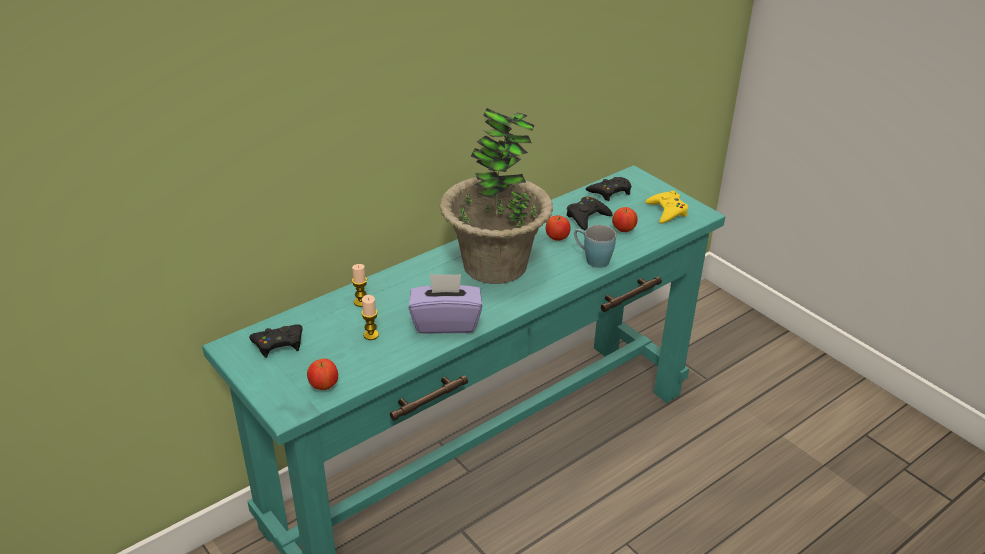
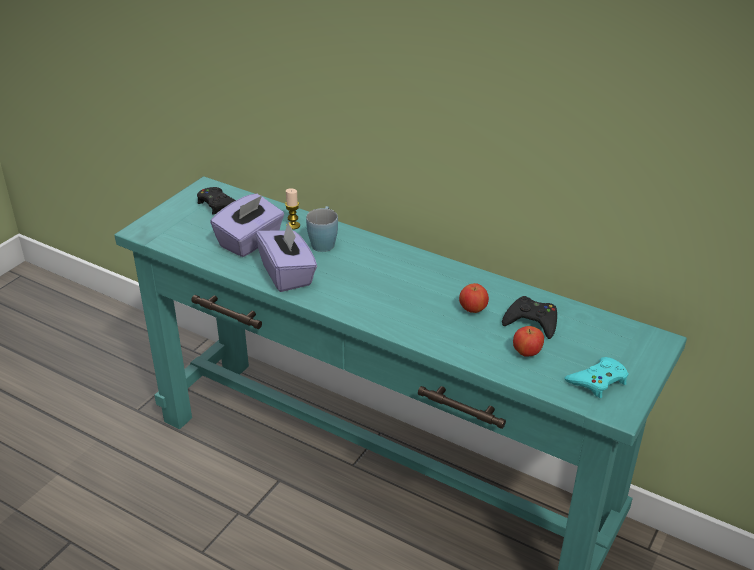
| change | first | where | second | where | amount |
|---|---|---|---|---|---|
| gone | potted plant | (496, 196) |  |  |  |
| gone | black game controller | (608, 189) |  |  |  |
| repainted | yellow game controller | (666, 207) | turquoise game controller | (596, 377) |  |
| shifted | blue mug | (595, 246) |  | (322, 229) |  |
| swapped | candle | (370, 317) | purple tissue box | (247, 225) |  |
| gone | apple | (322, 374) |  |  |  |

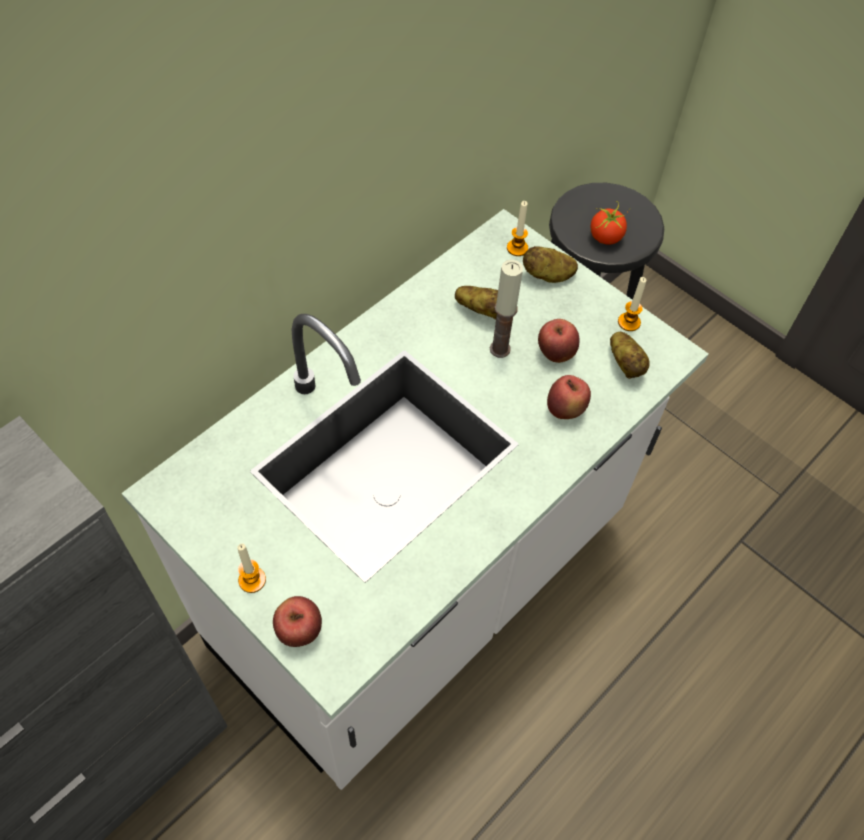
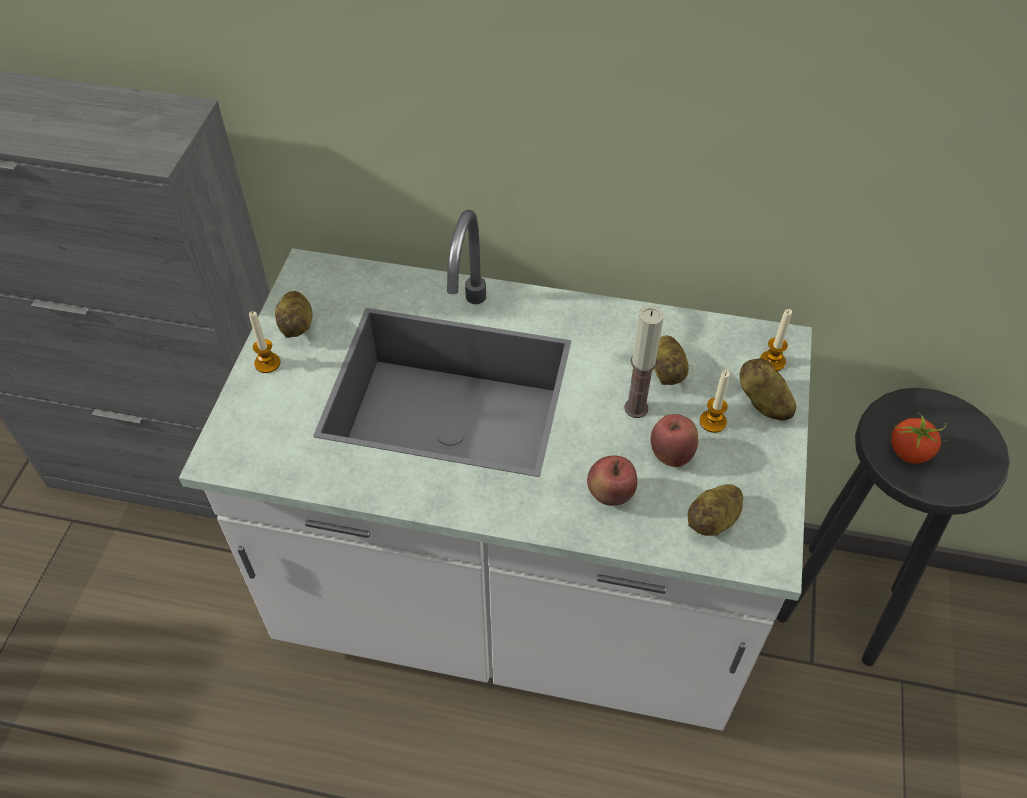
| change | first | where | second | where | amount |
|---|---|---|---|---|---|
| shifted | candle | (632, 304) |  | (715, 401) |  |
| gone | apple | (297, 621) |  |  |  |
| new |  |  | potato | (294, 314) |  |

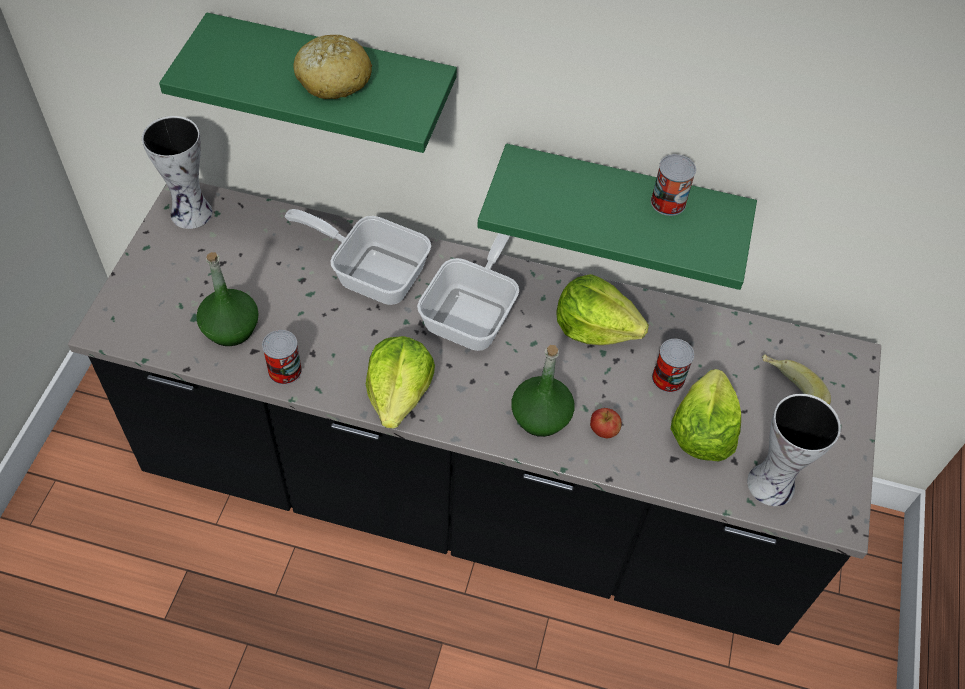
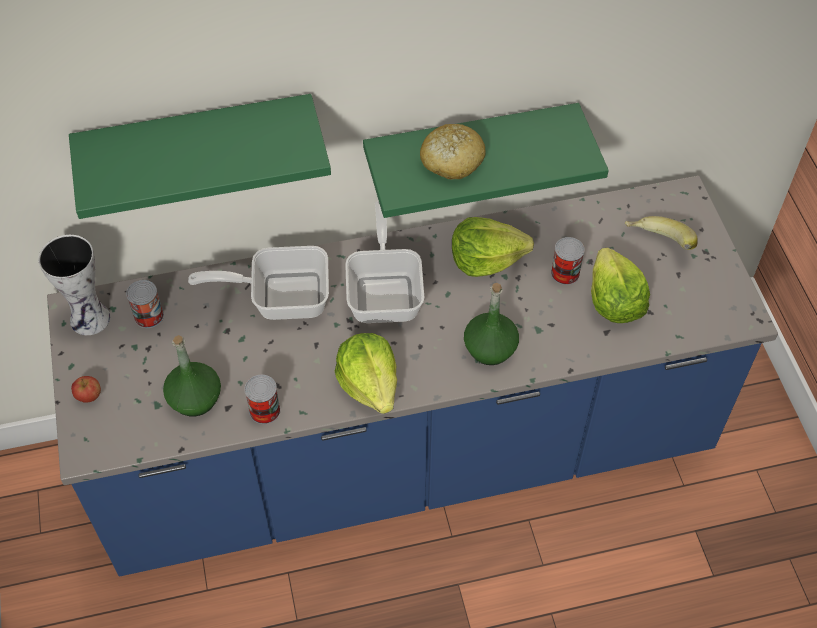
| change | first | where | second | where | amount |
|---|---|---|---|---|---|
| shifted | bread | (332, 67) |  | (453, 151) |  |
| shifted | can | (673, 185) |  | (145, 304) |  |
| repainted | black counter | (474, 413) | blue counter | (412, 375) |  |
| gone | vase | (794, 450) |  |  |  |
| shifted | apple | (606, 423) |  | (86, 389) |  |

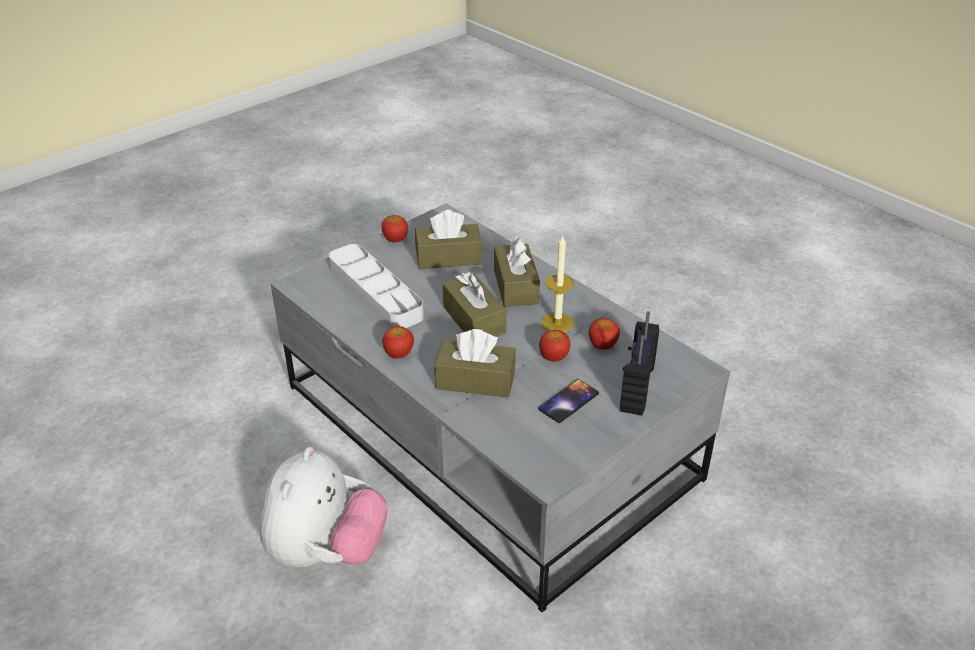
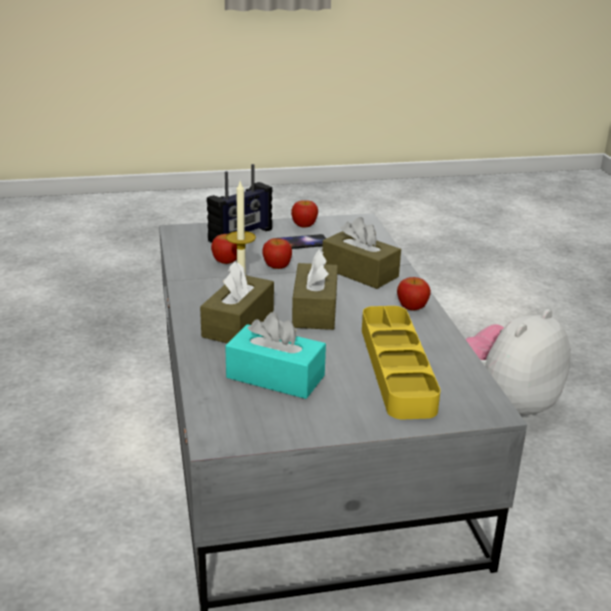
| change | first | where | second | where | amount |
|---|---|---|---|---|---|
| repainted | brown tissue box | (448, 239) | turquoise tissue box | (275, 355) |  |
| shifted | apple | (394, 228) |  | (304, 214) |  |
| repainted | grey tray | (376, 286) | yellow tray | (401, 363) |  |

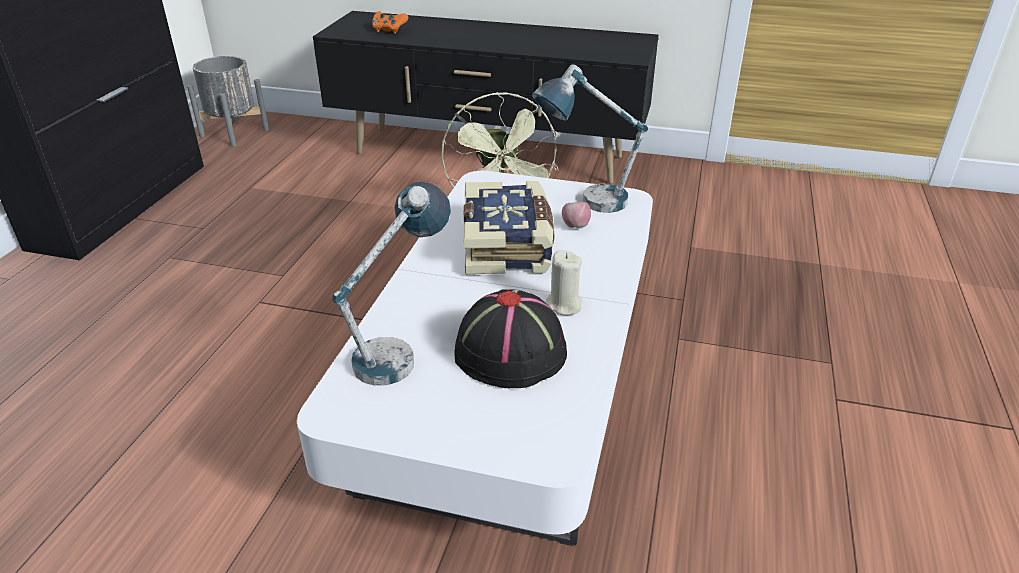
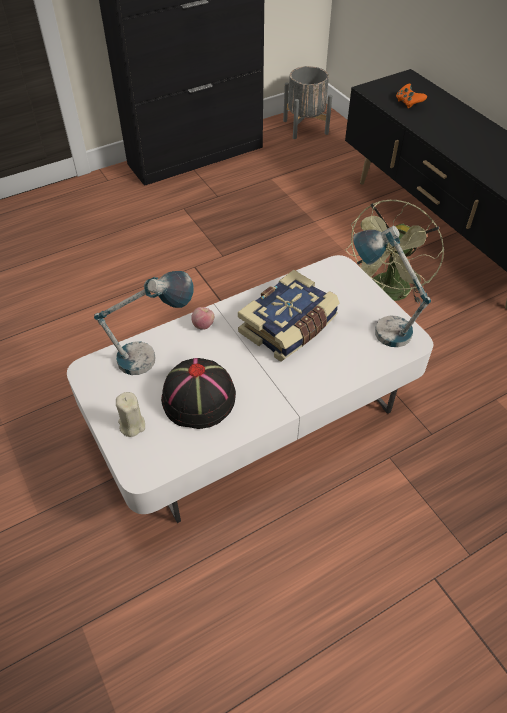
| change | first | where | second | where | amount |
|---|---|---|---|---|---|
| shifted | apple | (576, 214) |  | (202, 318) |  |
| shifted | beige candle | (564, 282) |  | (130, 414) |  |

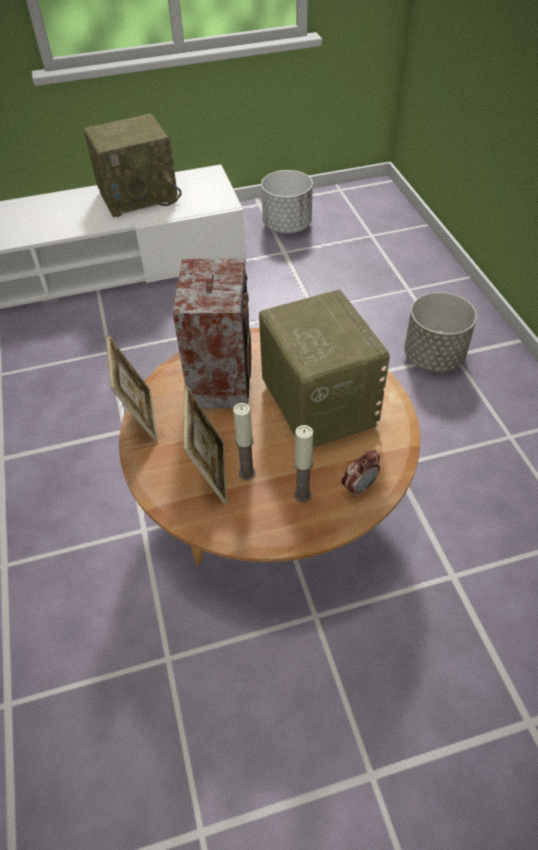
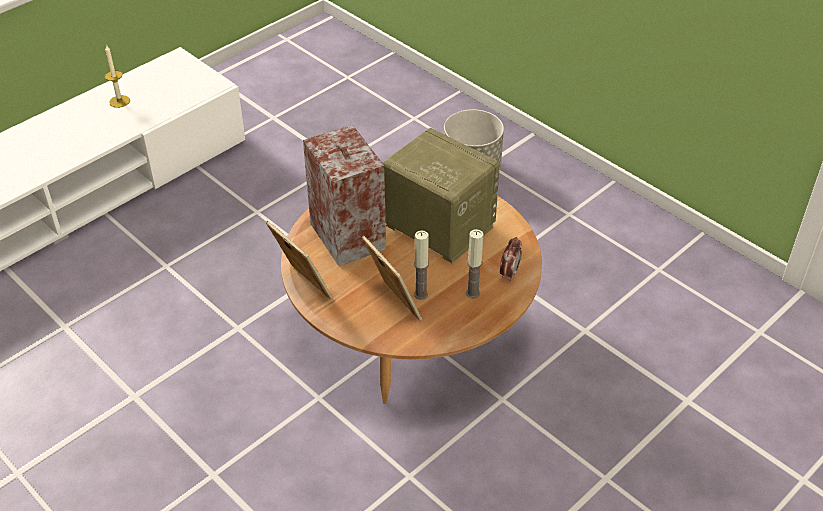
| change | first | where | second | where | amount |
|---|---|---|---|---|---|
| swapped | radio | (132, 166) | candle | (117, 76) |  |
| gone | white planter | (287, 201) |  |  |  |

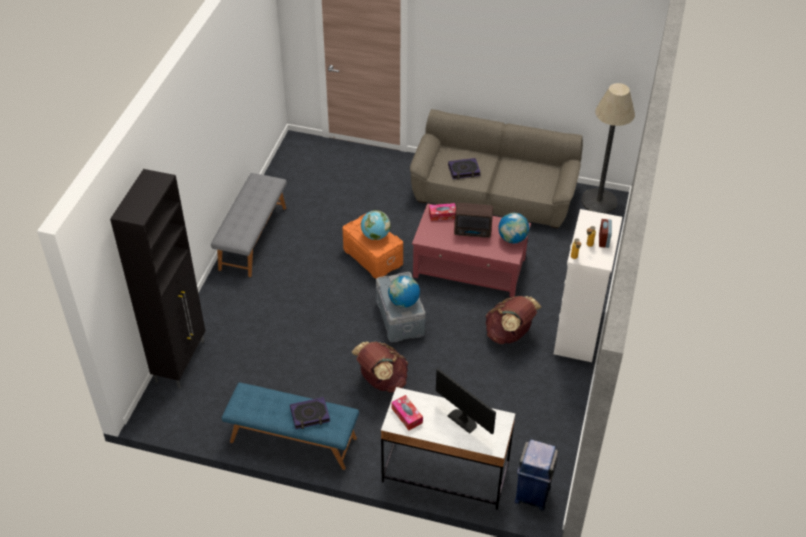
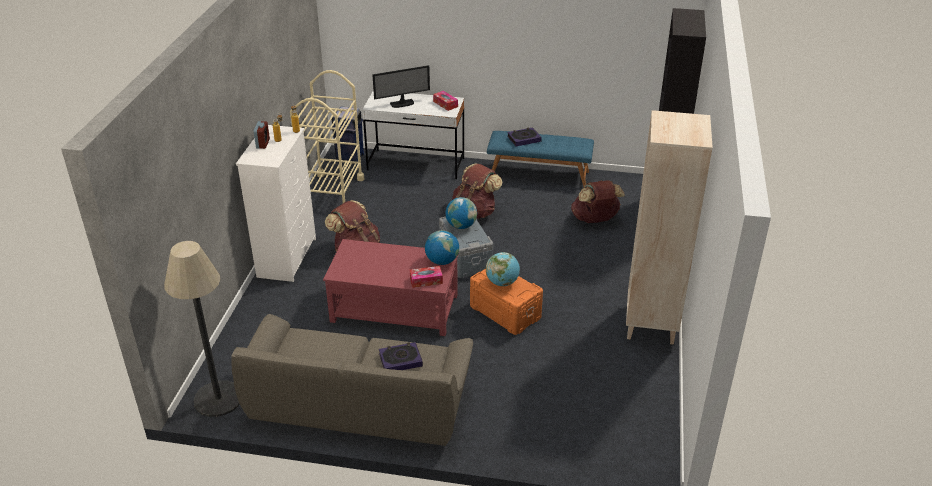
| change | first | where | second | where | amount |
|---|---|---|---|---|---|
| swapped | grey bench | (249, 225) | beige bookcase | (669, 227) |  |
| gone | radio | (473, 220) |  |  |  |
| shifted | globe | (513, 228) |  | (442, 247) |  |
| rotated | monitor | (466, 401) |  | (401, 86) | 60 degrees counterclockwise |
| new |  |  | beige cart | (327, 137) |  |
| new |  |  | brown backpack | (598, 201) |  |

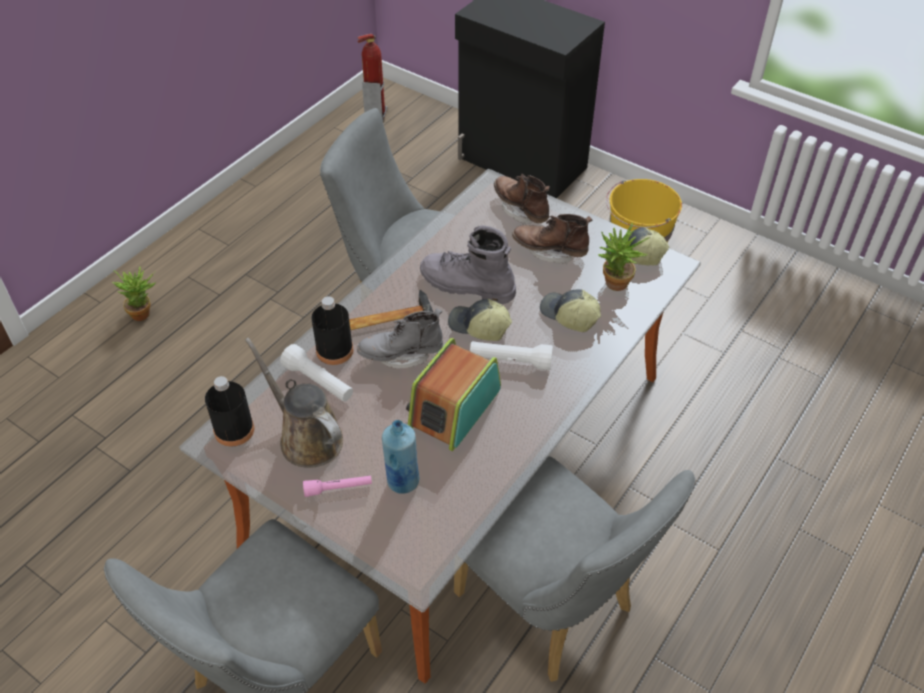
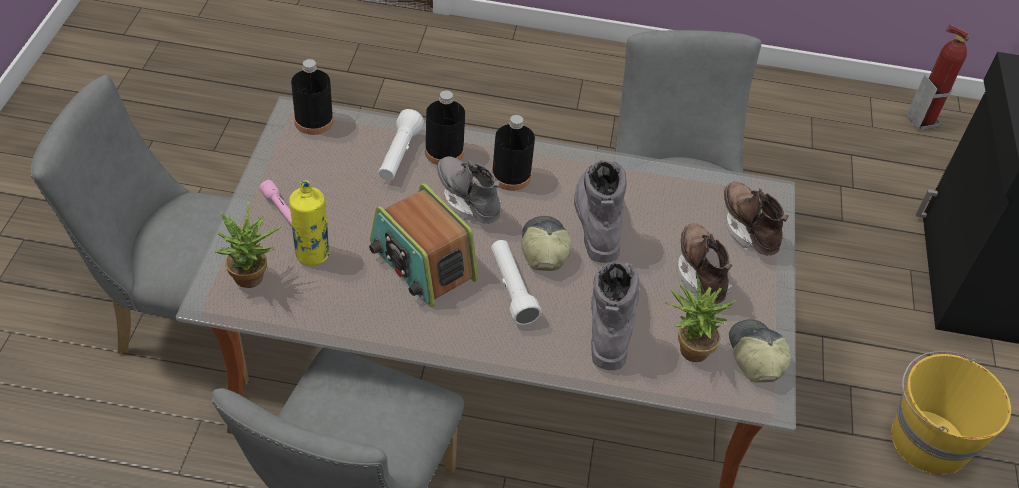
| change | first | where | second | where | amount |
|---|---|---|---|---|---|
| rotated | brown boot | (522, 199) |  | (756, 218) | 45 degrees counterclockwise |
| shifted | potted plant | (134, 293) |  | (248, 244) |  |
| swapped | cap | (570, 310) | grey boot | (615, 315) |  |
| swapped | hammer | (391, 310) | black bottle | (513, 153) |  |
| gone | brown watering can | (294, 402) |  |  |  |
| rotated | radio | (453, 394) |  | (423, 245) | 135 degrees counterclockwise |
| repainted | blue bottle | (400, 457) | yellow bottle | (309, 222) |  |

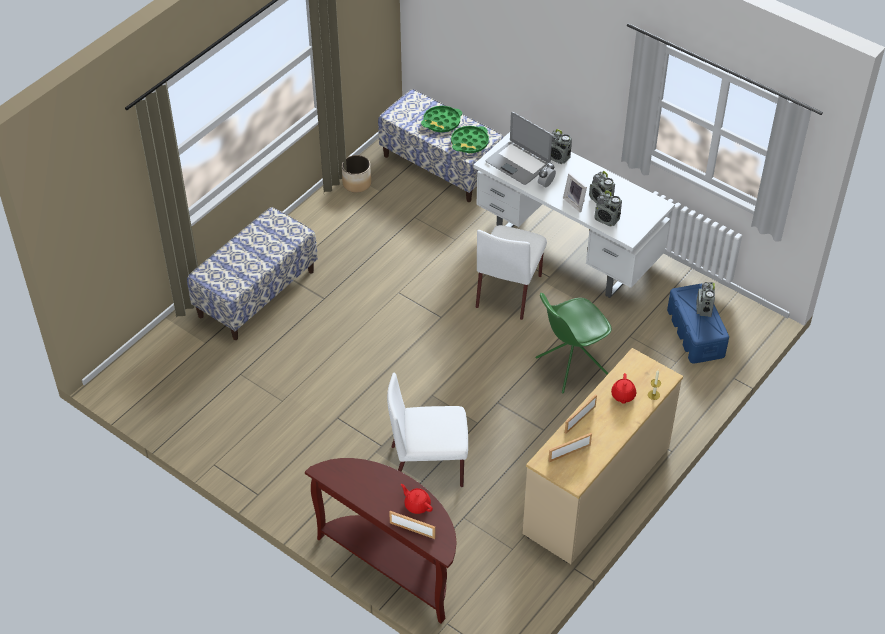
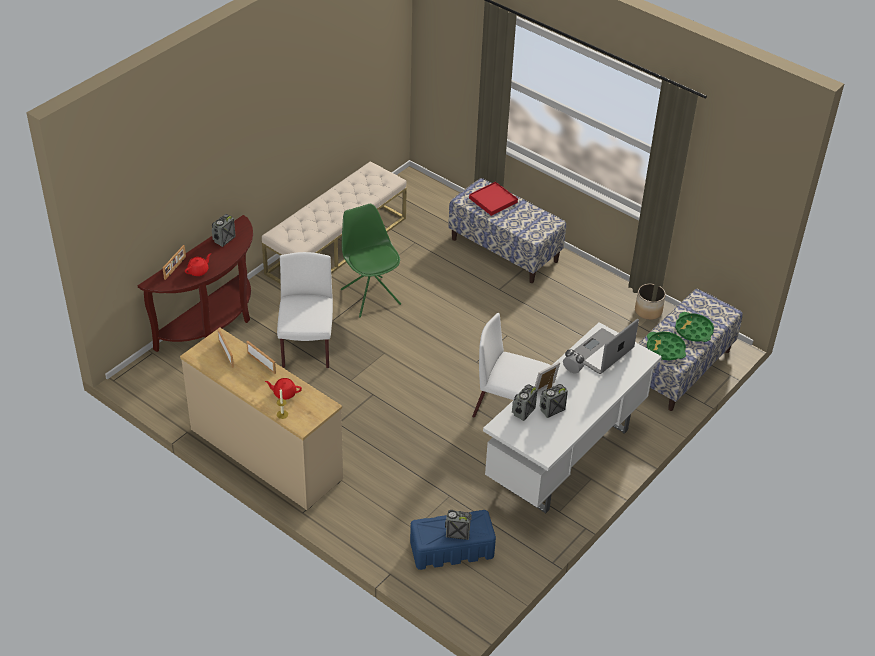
| change | first | where | second | where | amount |
|---|---|---|---|---|---|
| shifted | radio | (561, 146) |  | (224, 230) |  |
| shifted | green chair | (574, 343) |  | (371, 261) |  |
| new |  |  | beige bench | (334, 222) |  |
| new |  |  | red tray | (493, 199) |  |

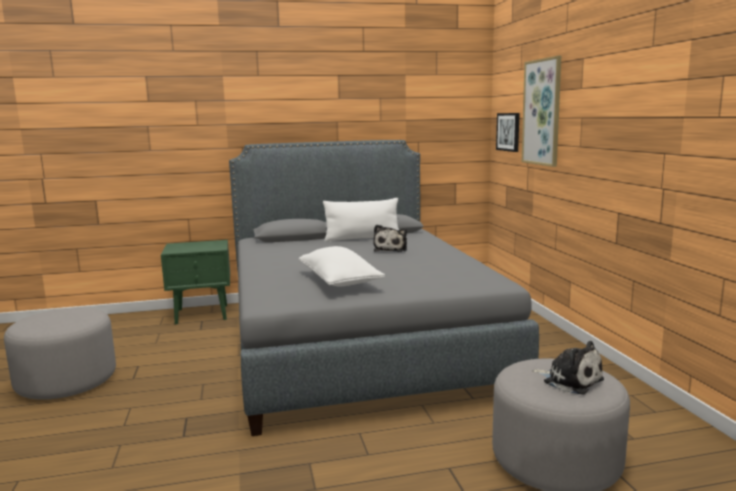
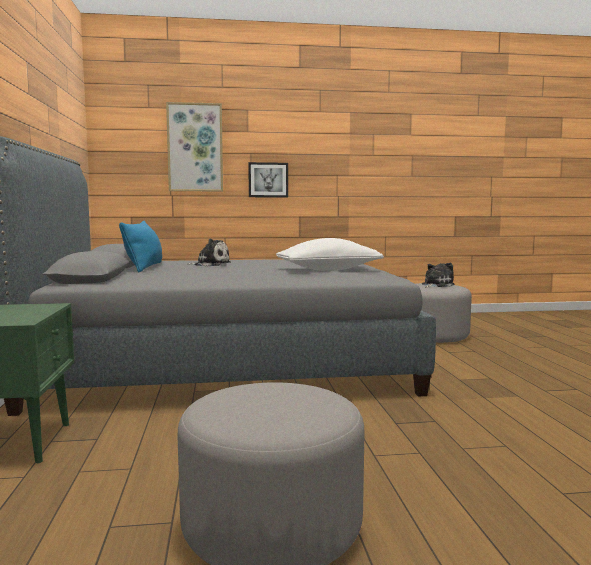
| change | first | where | second | where | amount |
|---|---|---|---|---|---|
| shifted | picture | (508, 132) |  | (268, 179) |  |
| repainted | white pillow | (361, 220) | blue pillow | (140, 246) |  |

